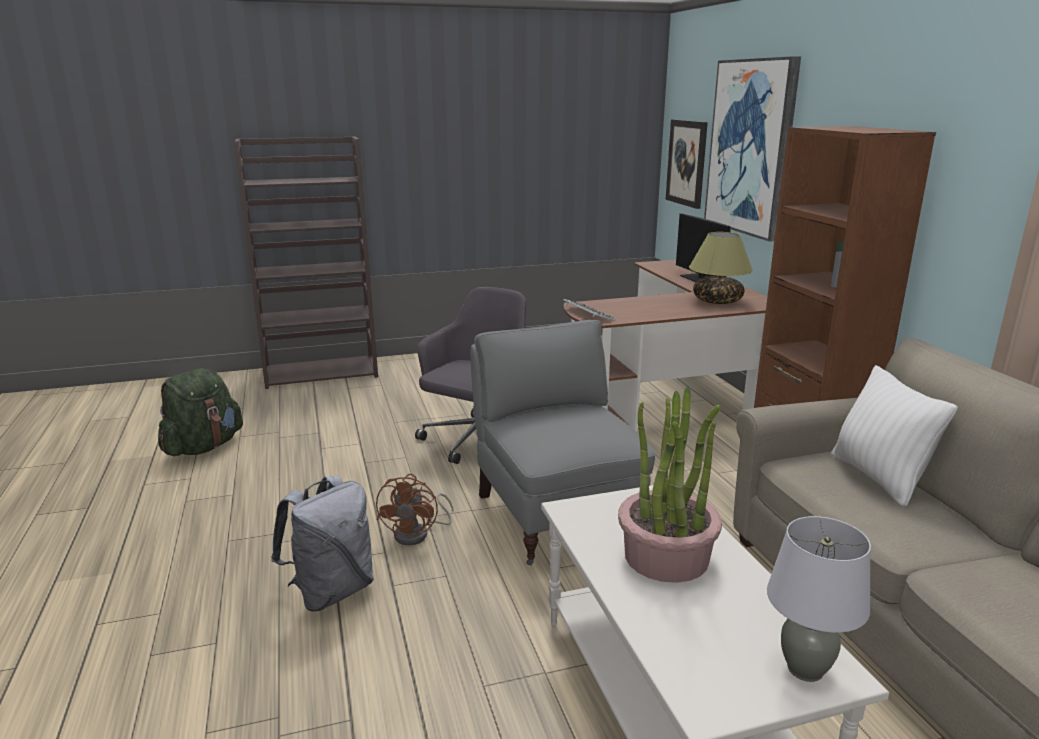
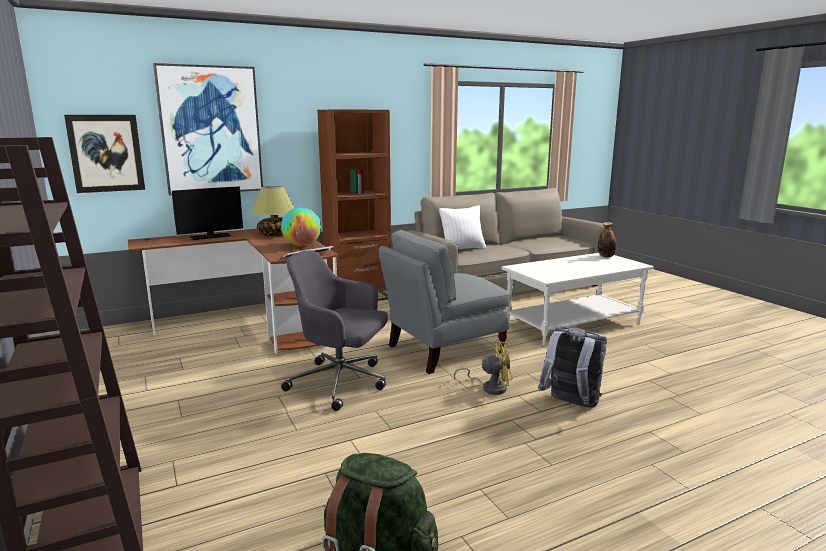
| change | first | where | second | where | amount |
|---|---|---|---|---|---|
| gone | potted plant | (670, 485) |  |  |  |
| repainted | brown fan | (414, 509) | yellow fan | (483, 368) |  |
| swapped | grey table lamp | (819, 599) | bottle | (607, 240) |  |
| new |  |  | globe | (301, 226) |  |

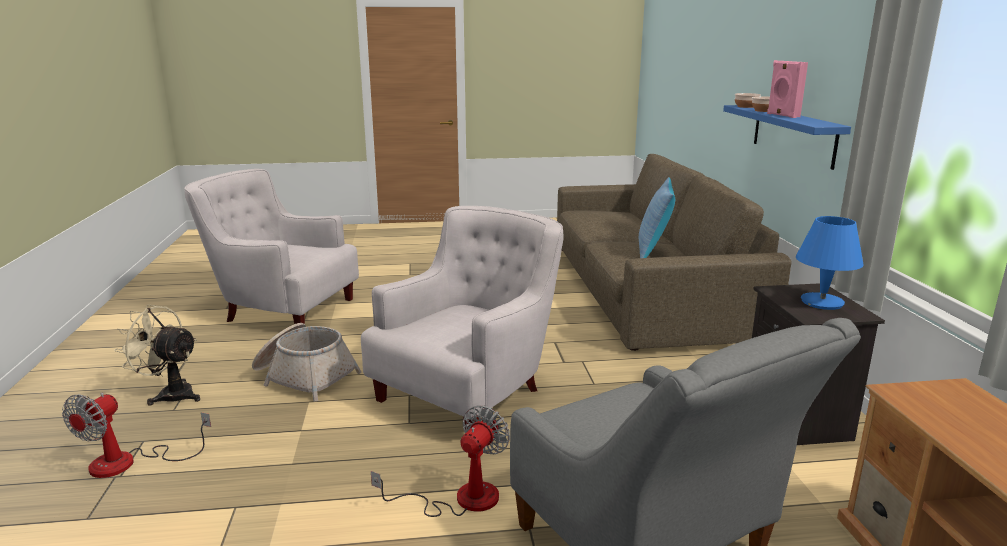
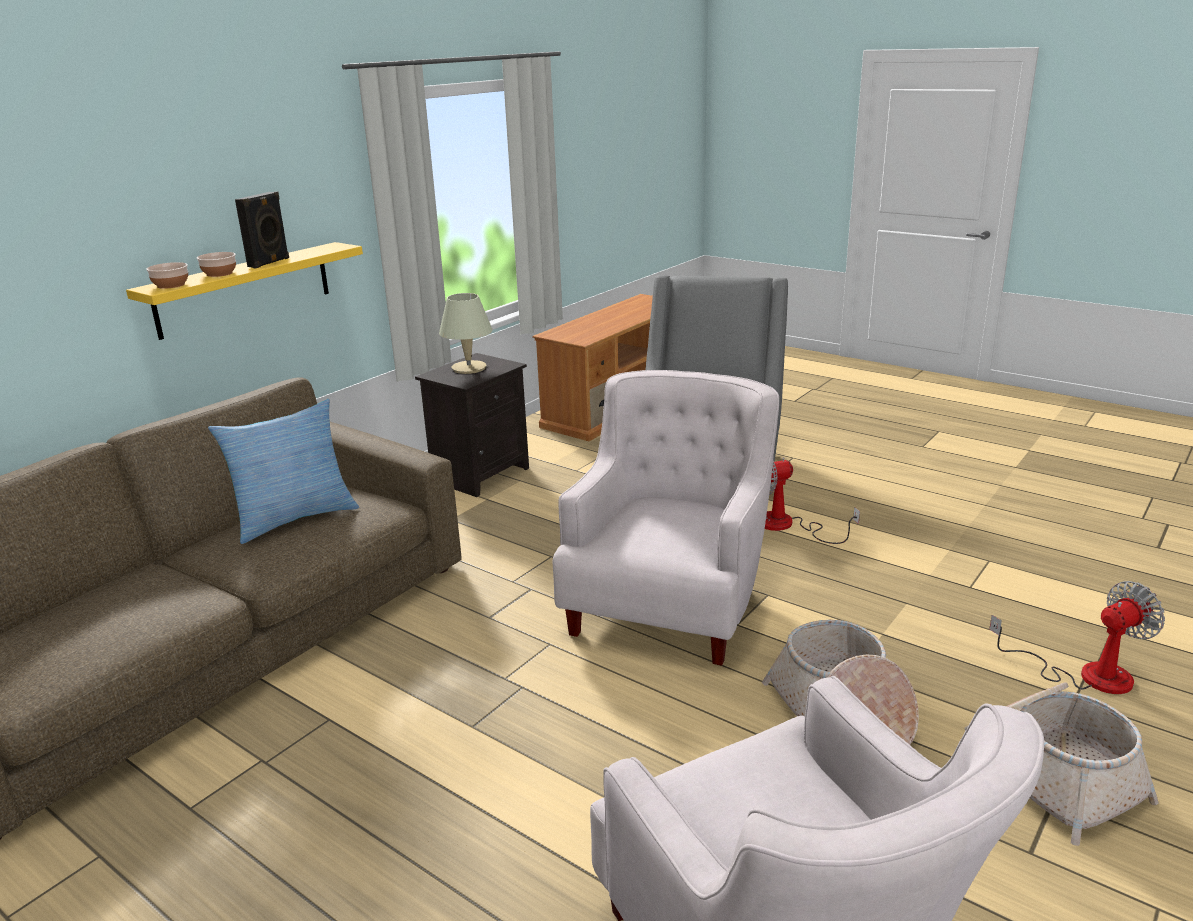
| change | first | where | second | where | amount |
|---|---|---|---|---|---|
| repainted | pink speaker | (787, 89) | black speaker | (262, 230) |  |
| repainted | blue shelf | (787, 137) | yellow shelf | (244, 291) |  |
| rotated | white armchair | (462, 318) |  | (666, 518) | 120 degrees clockwise |
| repainted | blue table lamp | (830, 263) | beige table lamp | (466, 333) |  |
| swapped | beige fan | (157, 355) | basket | (1061, 764) |  |

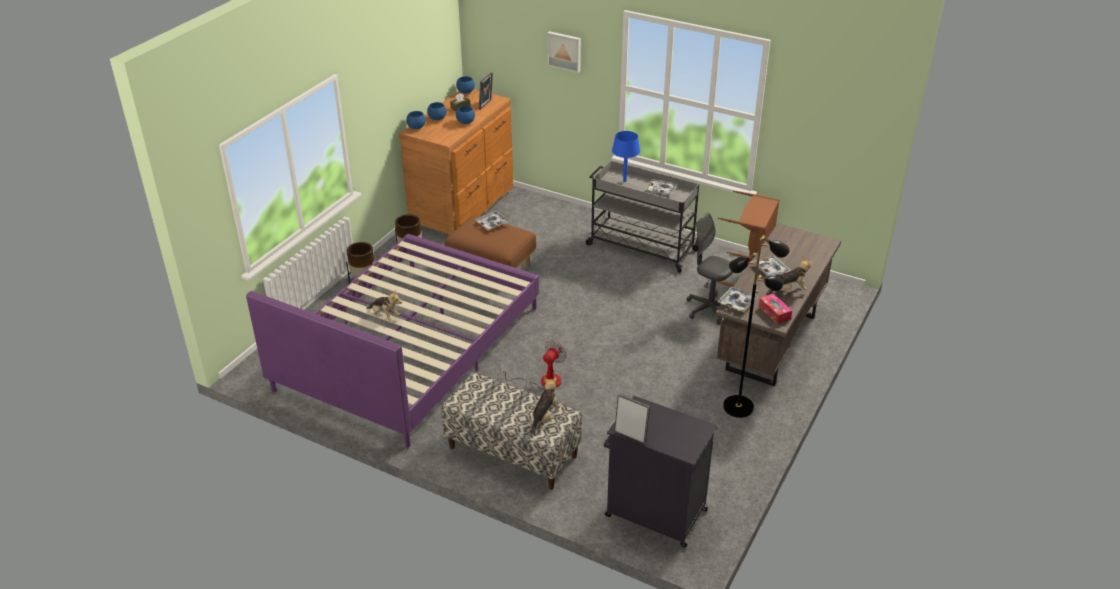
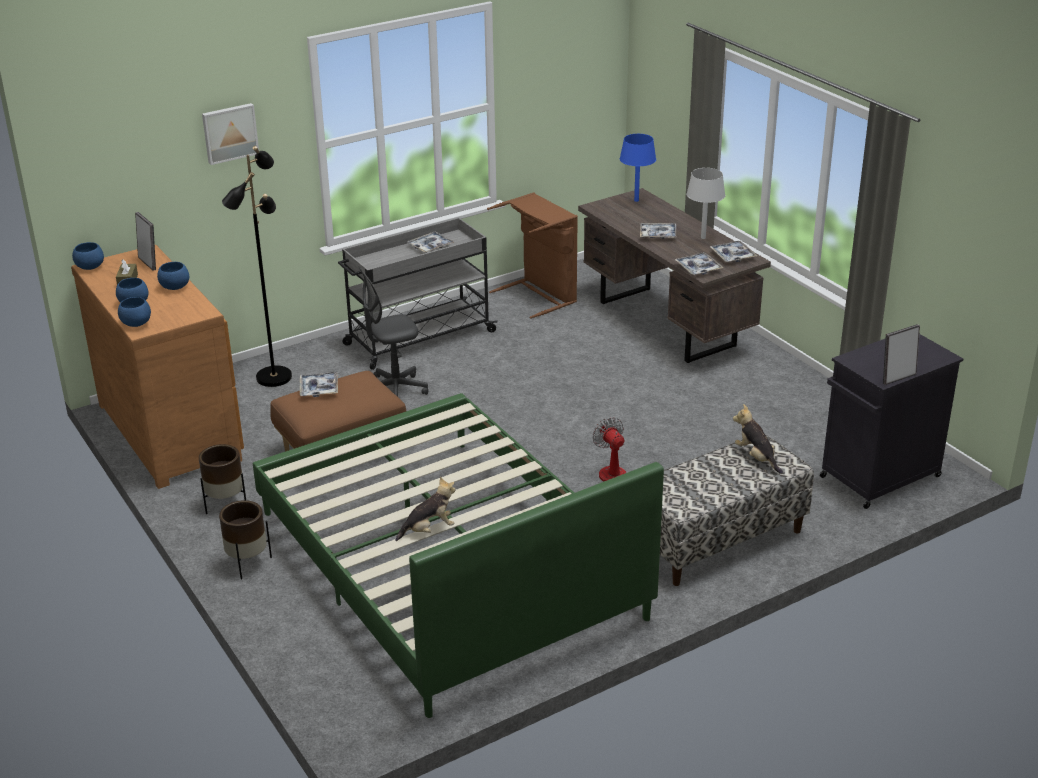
| change | first | where | second | where | amount |
|---|---|---|---|---|---|
| shifted | blue table lamp | (626, 156) |  | (638, 168) |  |
| shifted | grey office chair | (710, 268) |  | (393, 331) |  |
| repainted | purple bed | (392, 341) | green bed | (458, 555) |  |
| shifted | black floor lamp | (756, 326) |  | (257, 266) |  |
| swapped | plush toy | (789, 276) | grey table lamp | (706, 203) |  |
| swapped | tissue box | (775, 309) | tray | (733, 251) |  |

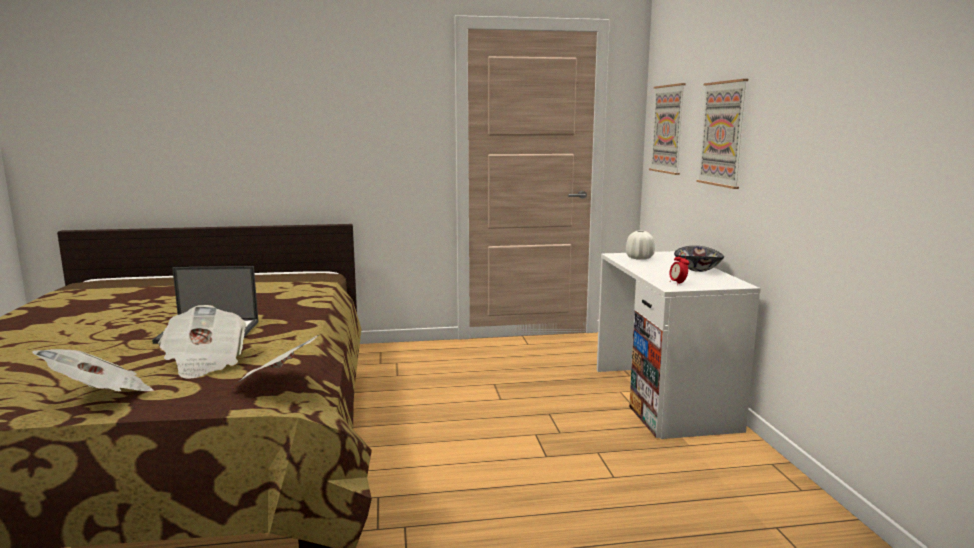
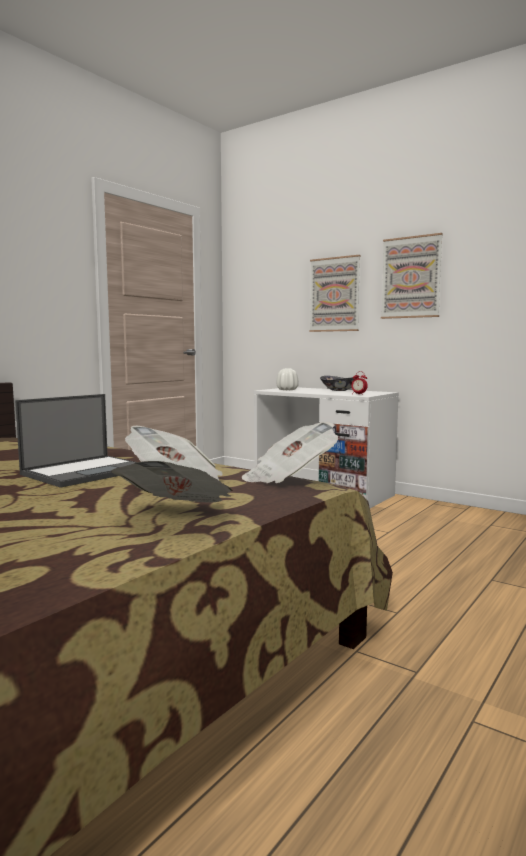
| change | first | where | second | where | amount |
|---|---|---|---|---|---|
| shifted | picture | (667, 129) |  | (412, 276) |  |

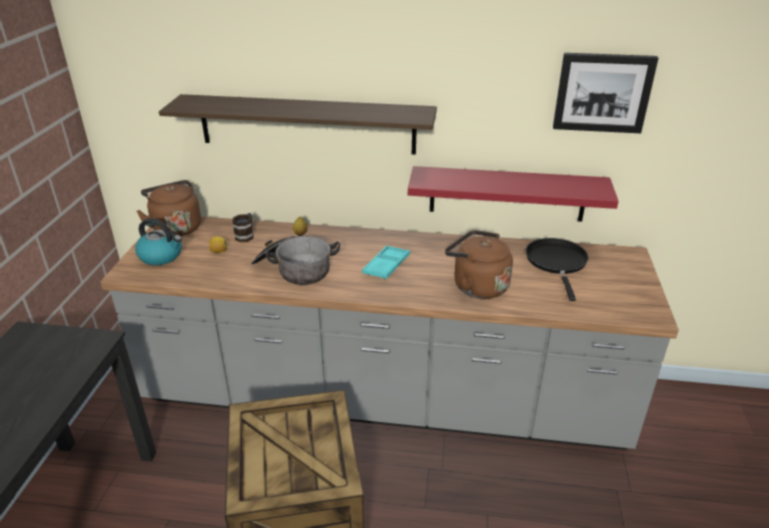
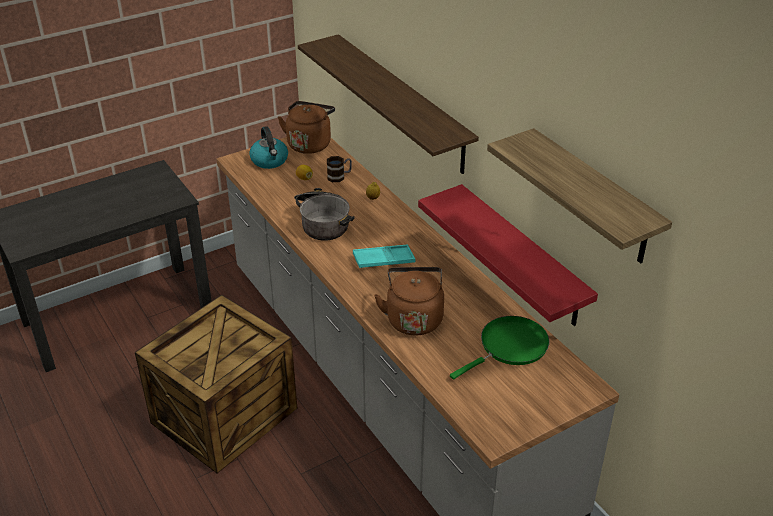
| change | first | where | second | where | amount |
|---|---|---|---|---|---|
| swapped | picture | (605, 93) | shelf | (579, 195) |  |
| repainted | black frying pan | (557, 269) | green frying pan | (499, 347) |  |

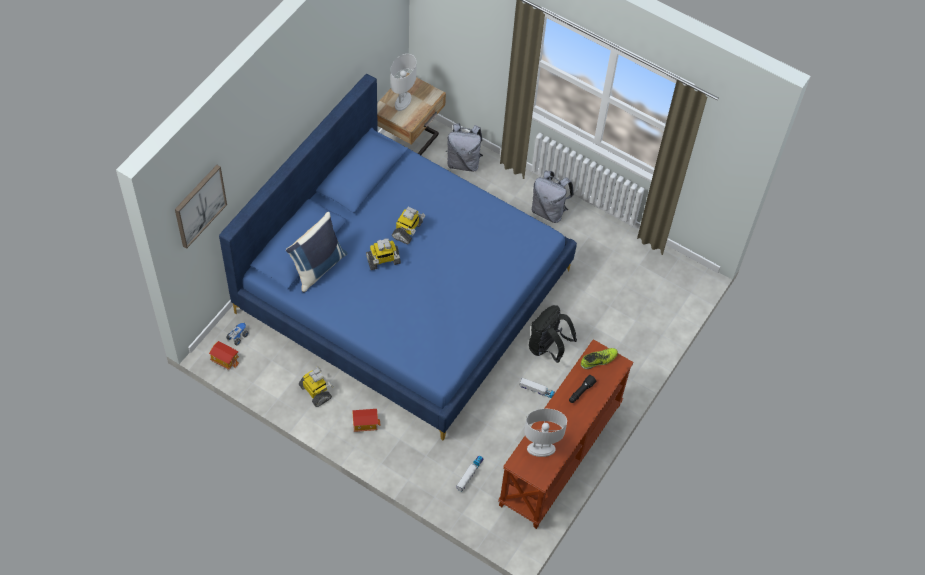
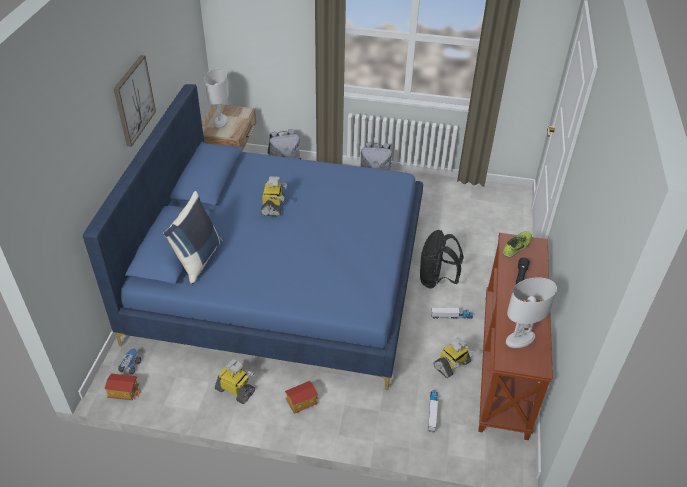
| change | first | where | second | where | amount |
|---|---|---|---|---|---|
| shifted | picture | (201, 207) |  | (135, 101) |  |
| shifted | toy robot | (383, 254) |  | (454, 357) |  |

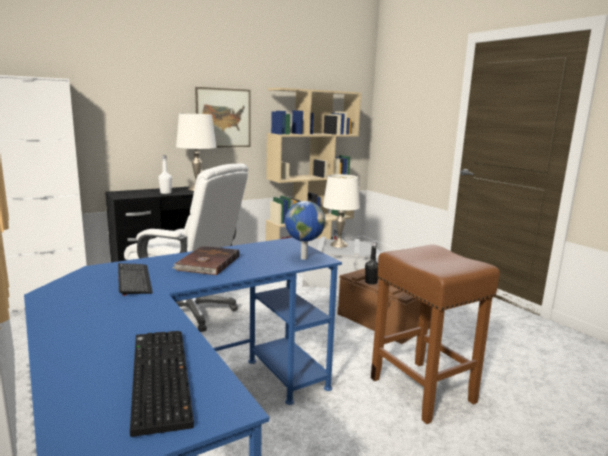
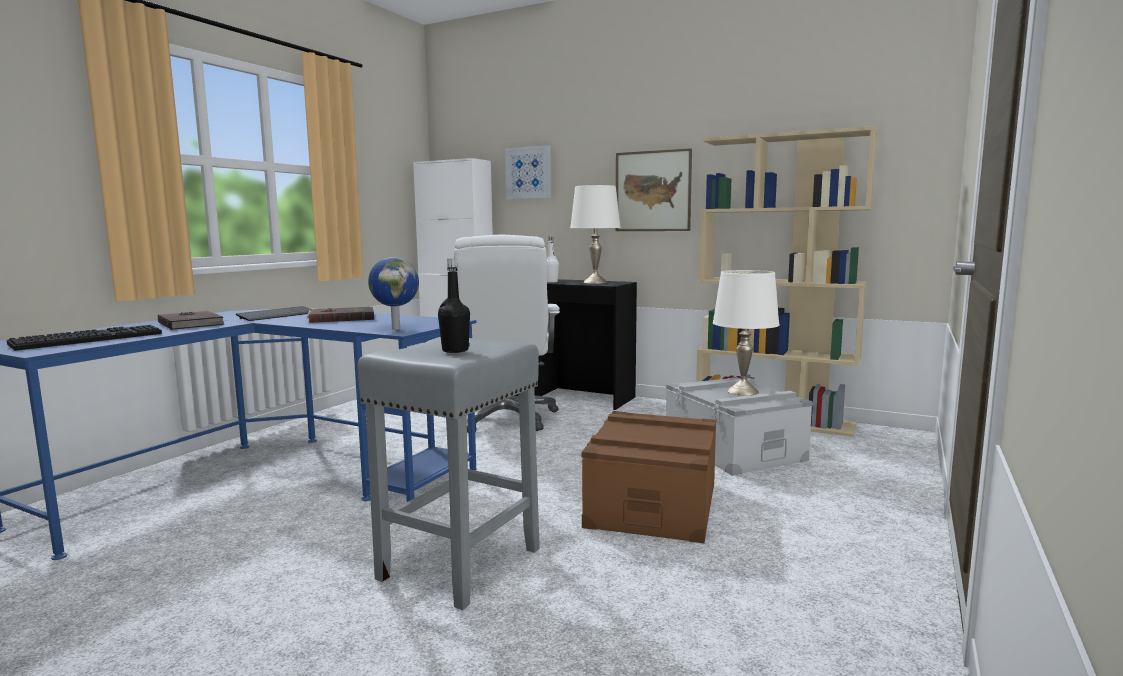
| change | first | where | second | where | amount |
|---|---|---|---|---|---|
| shifted | black bottle | (371, 263) |  | (454, 306) |  |
| repainted | brown stool | (435, 334) | grey stool | (448, 473) |  |
| new |  |  | picture | (528, 172) |  |
| new |  |  | brown book | (191, 320) |  |

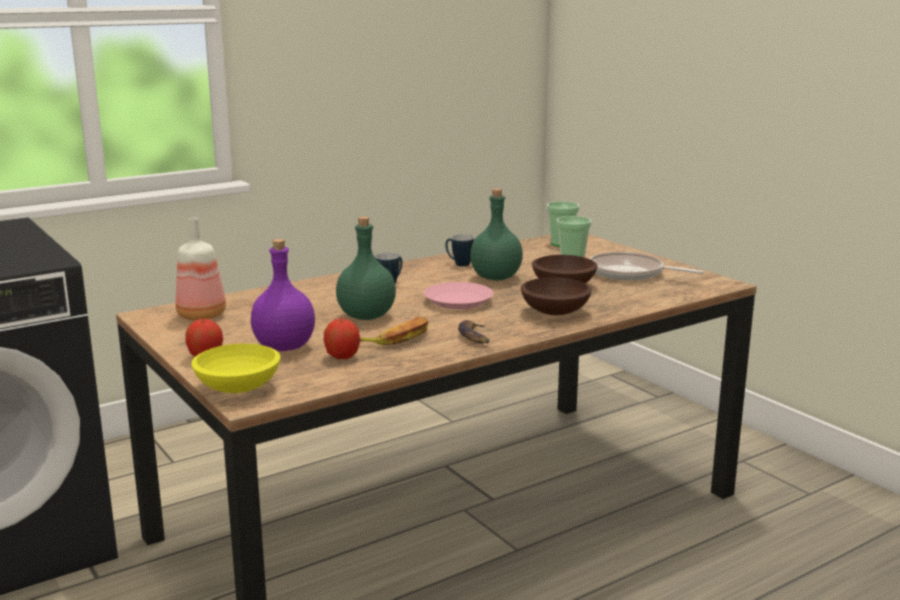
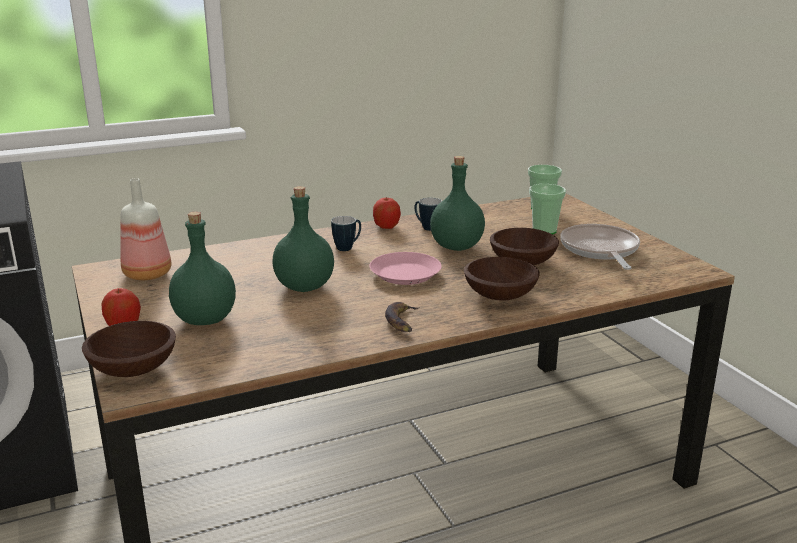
| change | first | where | second | where | amount |
|---|---|---|---|---|---|
| repainted | purple bottle | (283, 295) | green bottle | (202, 268) |  |
| rotated | frying pan | (646, 266) |  | (600, 247) | 45 degrees clockwise |
| gone | banana | (394, 331) |  |  |  |
| shifted | apple | (342, 339) |  | (387, 213) |  |
| repainted | yellow bowl | (235, 368) | brown bowl | (129, 349) |  |

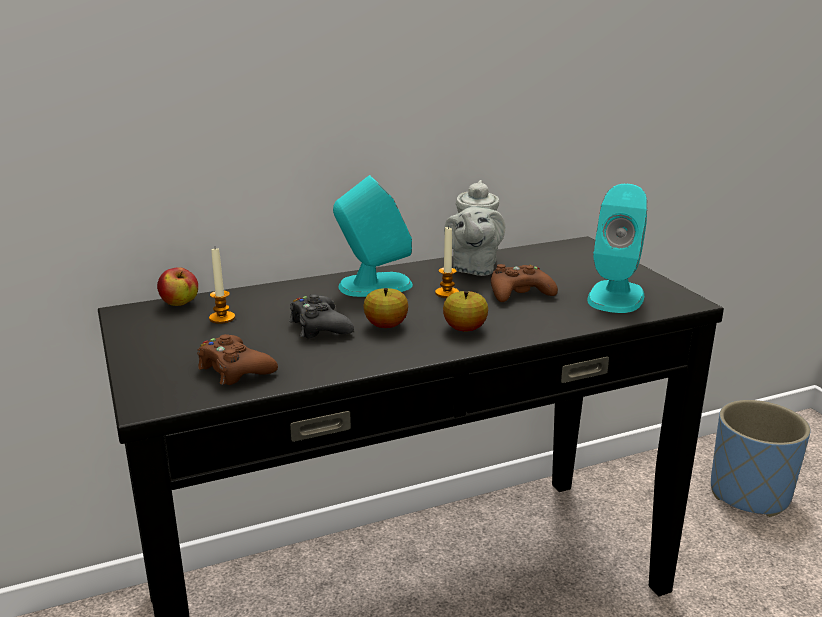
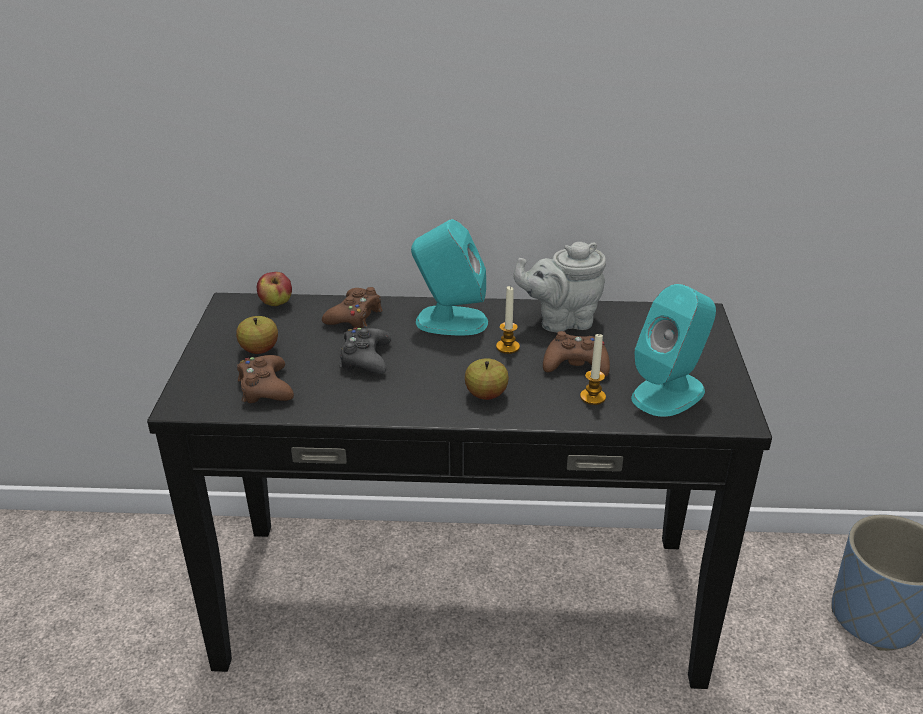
| change | first | where | second | where | amount |
|---|---|---|---|---|---|
| rotated | grey teapot | (474, 228) |  | (560, 287) | 45 degrees clockwise |
| shifted | candle | (222, 286) |  | (593, 369) |  |
| shifted | apple | (386, 308) |  | (257, 335) |  |
| new |  |  | brown game controller | (352, 307) |  |

